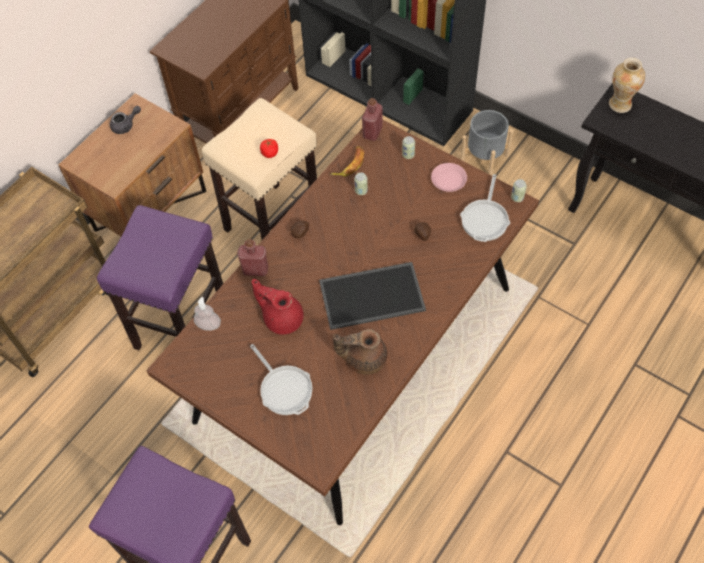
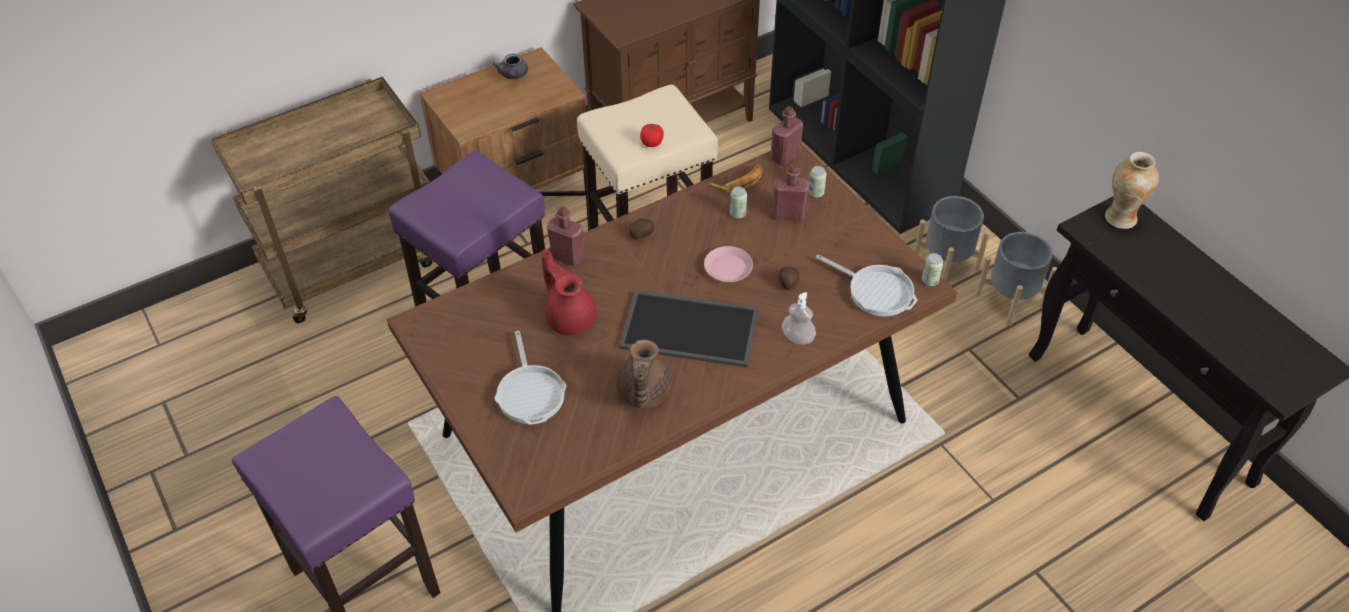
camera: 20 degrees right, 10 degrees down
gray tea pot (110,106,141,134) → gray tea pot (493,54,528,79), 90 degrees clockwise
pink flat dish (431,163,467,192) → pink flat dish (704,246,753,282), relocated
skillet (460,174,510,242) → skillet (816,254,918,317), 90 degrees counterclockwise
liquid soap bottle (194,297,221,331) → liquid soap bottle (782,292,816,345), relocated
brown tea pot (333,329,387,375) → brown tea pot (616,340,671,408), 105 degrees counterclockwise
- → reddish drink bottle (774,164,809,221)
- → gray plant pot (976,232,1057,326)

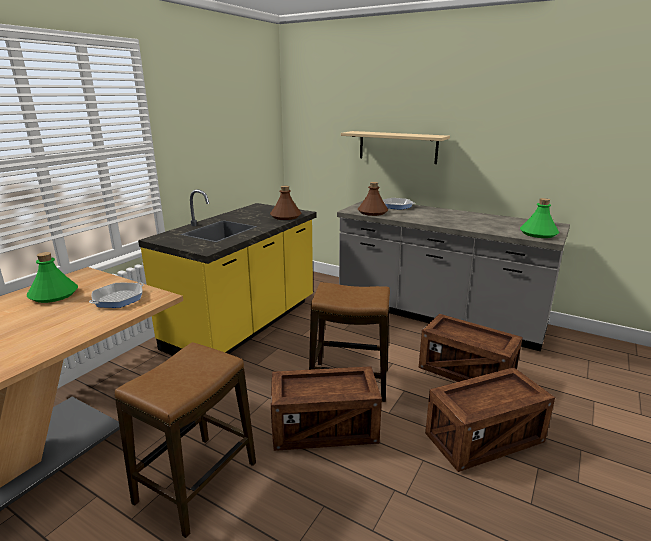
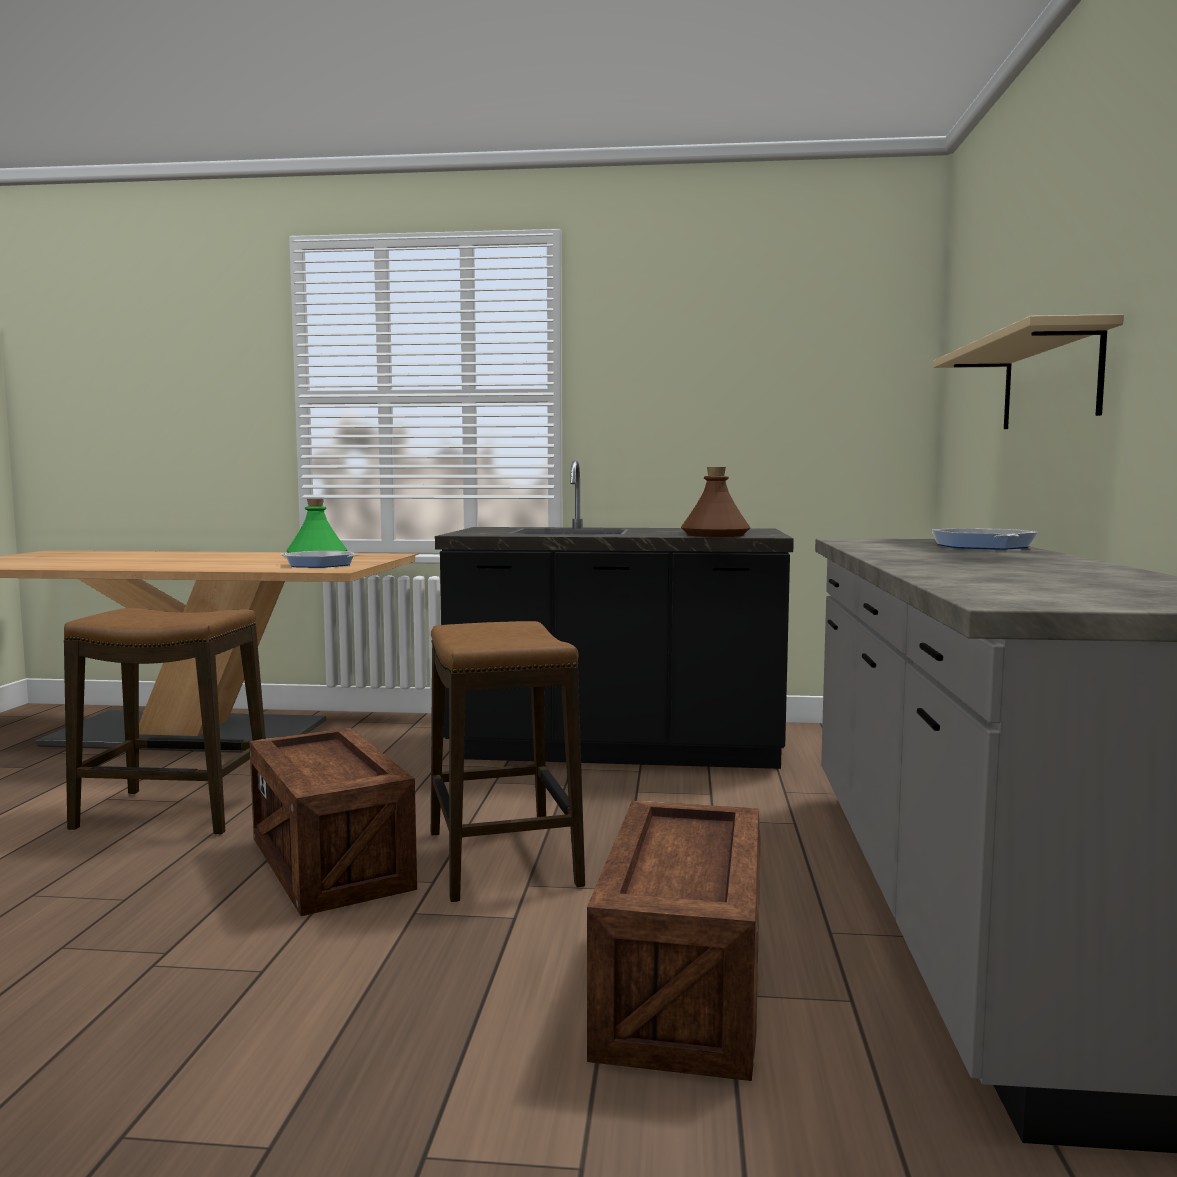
camera: 65 degrees right, 15 degrees down
brown drink bottle (358,182,388,216) → -
yellow-coloured kitchen counter (138,189,317,356) → blackish kitchen counter (435,460,794,769)
green drink bottle (520,198,559,238) → -
shipping crate (425,367,555,472) → -

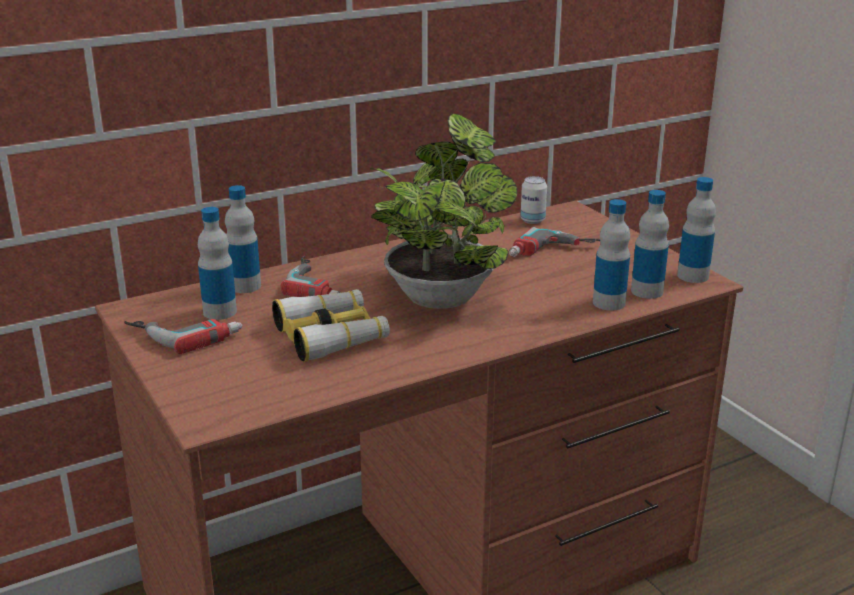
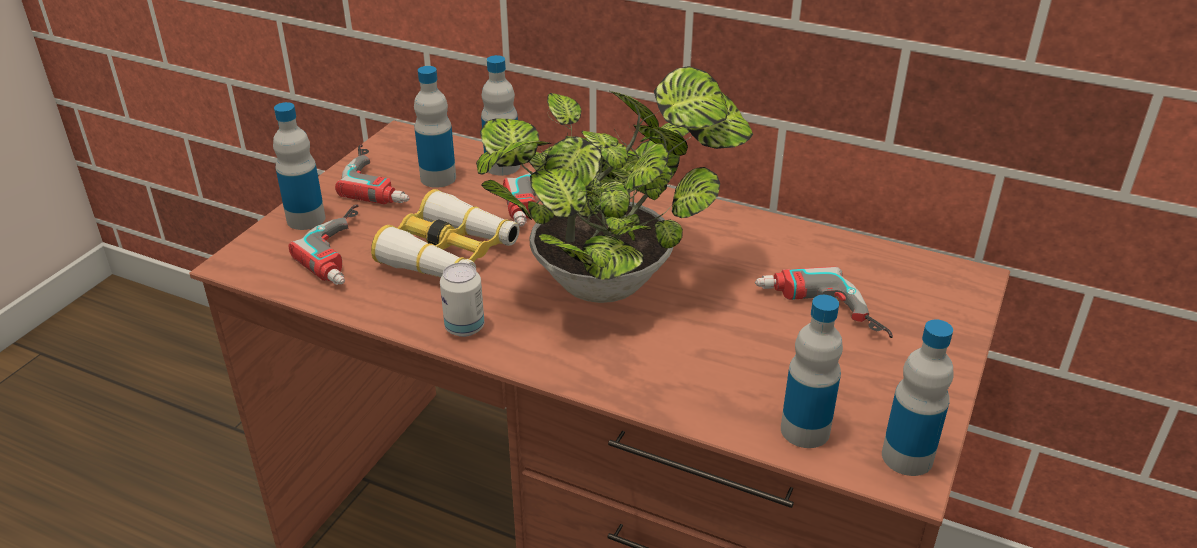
camera: 55 degrees right, 10 degrees up
metal can (520,176,547,224) → metal can (440,263,484,337), relocated
drink bottle (593,199,630,310) → drink bottle (273,102,325,230), relocated
- → electric drill (289,204,359,285)

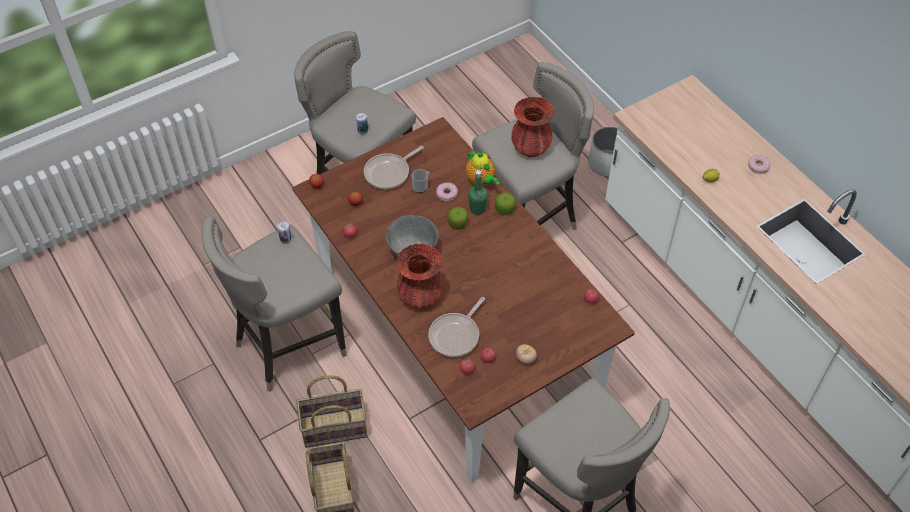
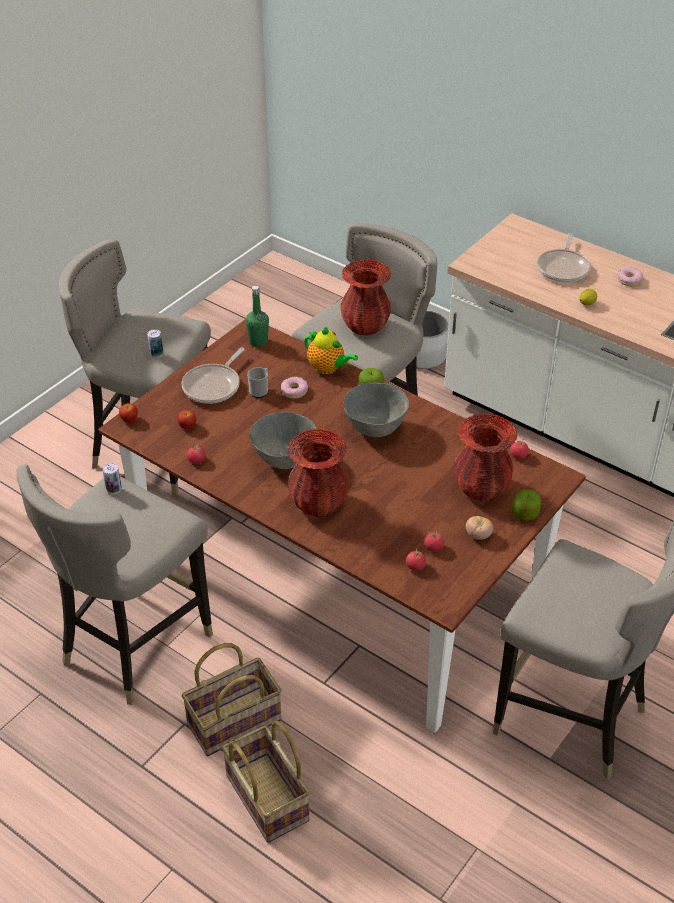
camera: 20 degrees left, 10 degrees down
green drink bottle (468,170,488,215) → green drink bottle (246,286,269,347), relocated
whole apple (447,207,468,230) → whole apple (512,489,541,521), relocated
skillet (428,297,485,357) → skillet (537,233,590,283), relocated
- → gray serving bowl (344,383,409,437)
- → reddish decorative vase (453,413,517,501)

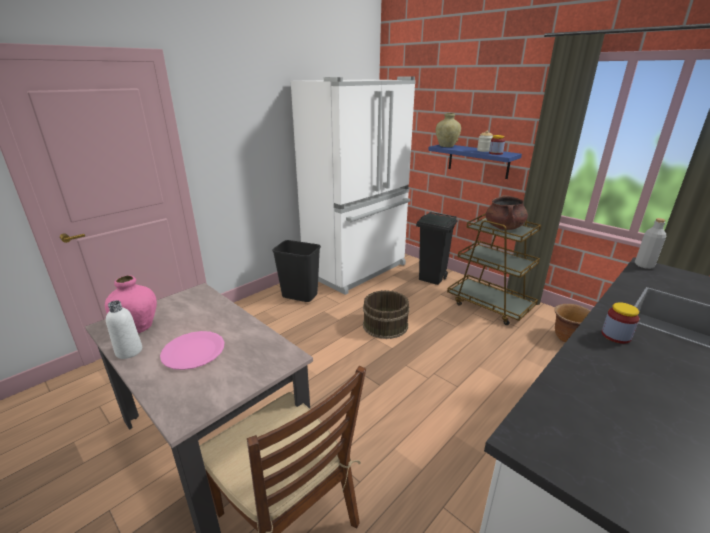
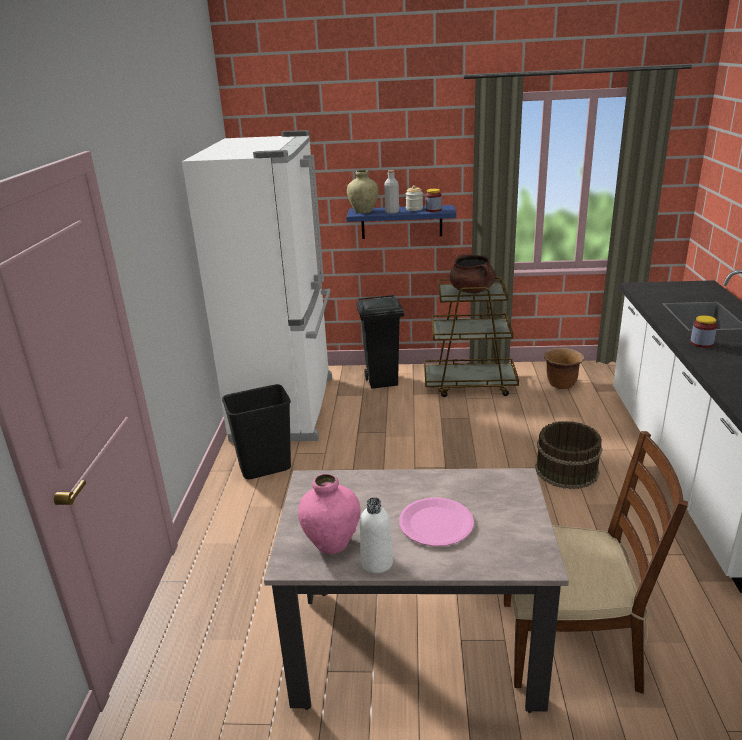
camera: 40 degrees left, 0 degrees up
gray drink bottle (635,218,666,269) → gray drink bottle (384,170,399,214), relocated
brown bucket (363,290,409,339) → brown bucket (535,421,603,489), relocated

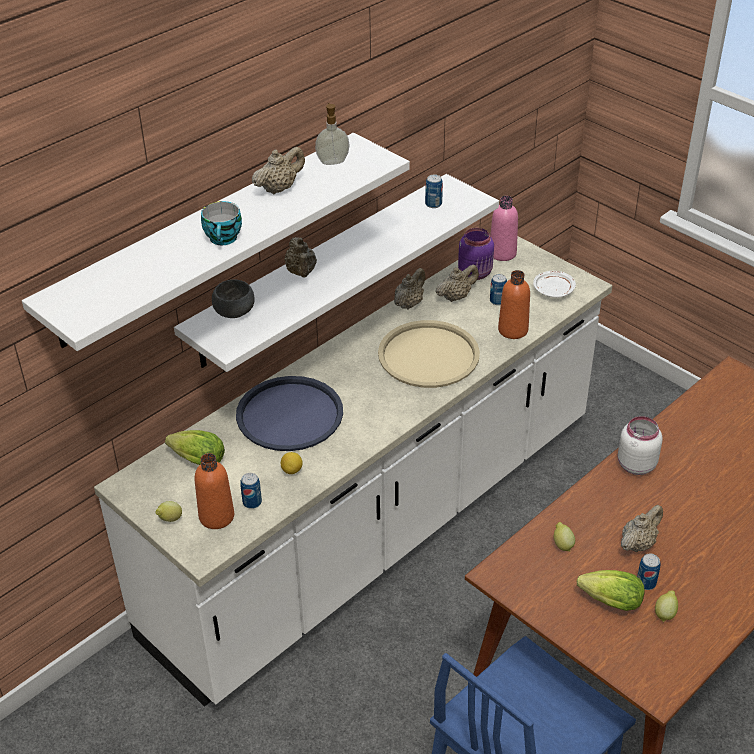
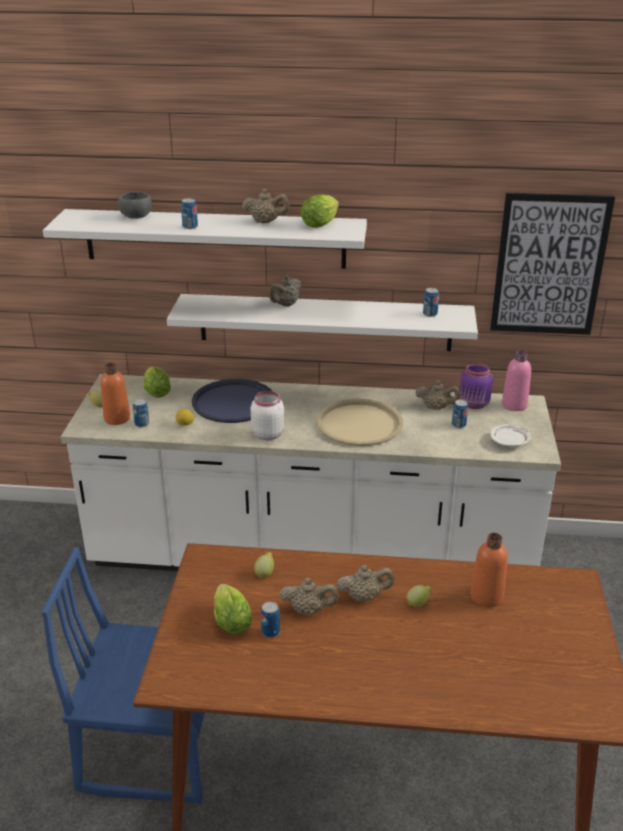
camera: 50 degrees right, 10 degrees down
liquid soap bottle (315,103,349,165) → head of lettuce (300,194,339,228)
drinking cup (201,201,242,245) → metal can (181,198,198,229)
beige tea pot (394,268,425,310) → beige tea pot (337,565,394,601), relocated
orangey drink bottle (498,270,530,339) → orangey drink bottle (470,533,508,607), relocated
gray serving bowl (212,279,255,318) → gray serving bowl (118,192,152,219), relocated
whitish storage jar (618,416,663,475) → whitish storage jar (251,391,284,440), relocated
lemon (655,591,678,622) → lemon (407,585,432,607), relocated
- → picture (490,192,615,335)

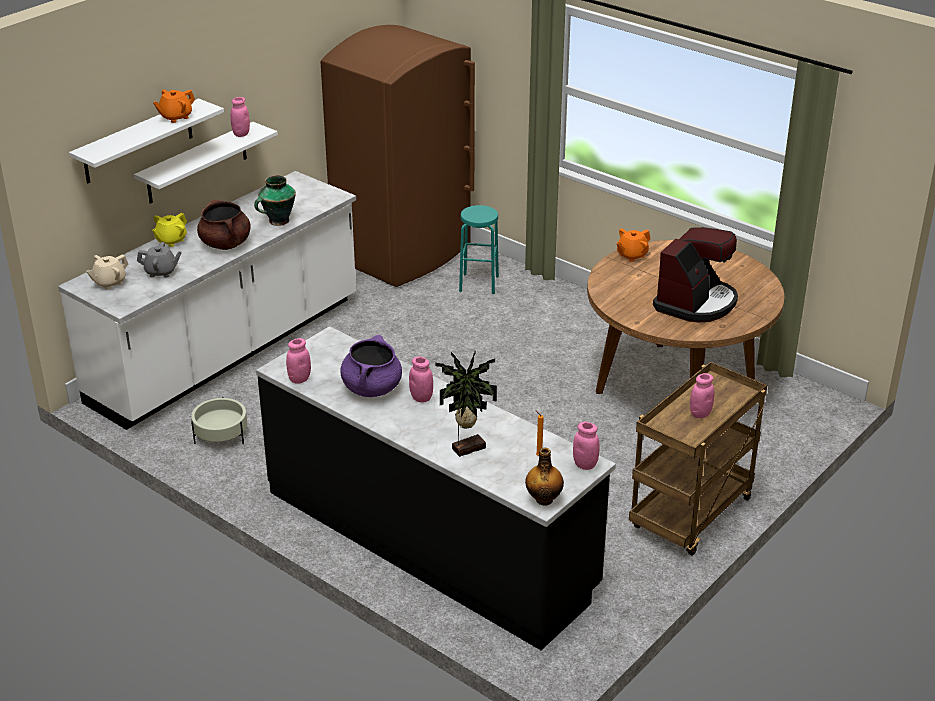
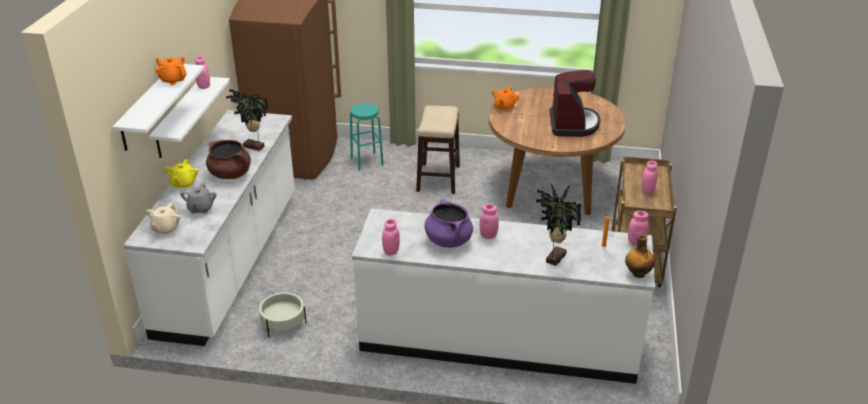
camera: 30 degrees left, 0 degrees up
orangey tea pot (153,90,195,123) → orangey tea pot (155,56,187,85), 105 degrees clockwise
decorative vase (254,175,296,226) → potted plant (226,89,268,151)
gray tea pot (137,242,182,277) → gray tea pot (180,183,217,214), 120 degrees clockwise
blackish kitchen counter (256,326,616,650) → whitish kitchen counter (352,208,655,384)
- → sitting stool (416,105,460,194)

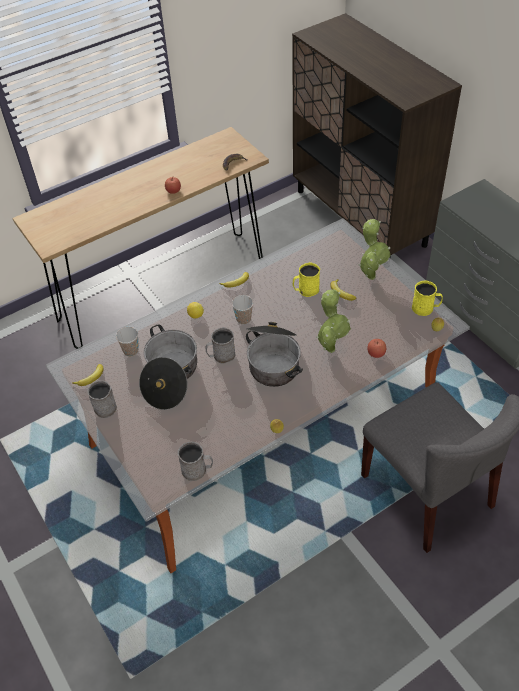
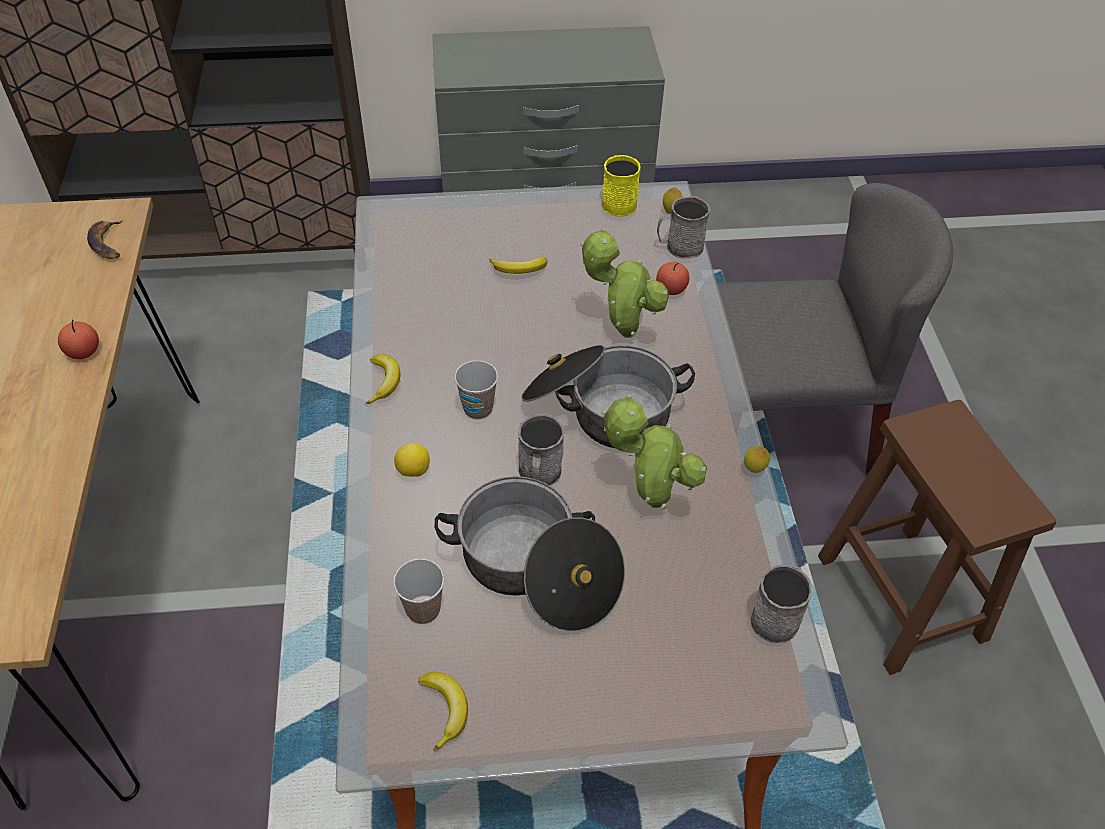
camera: 65 degrees left, 0 degrees up
potted plant (359,219,391,280) → potted plant (601,394,707,509), relocated
yellow-coloured mug (293,262,320,297) → -
gray mug (87,380,117,418) → gray mug (657,196,711,258), relocated
- → brown sitting stool (818,400,1056,675)

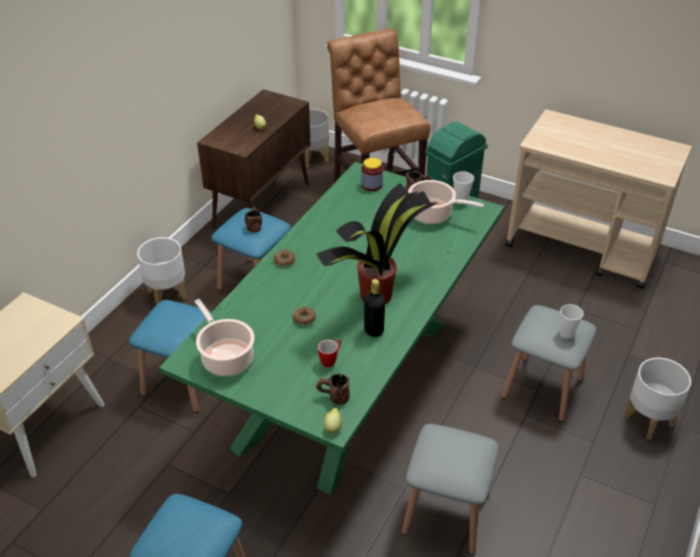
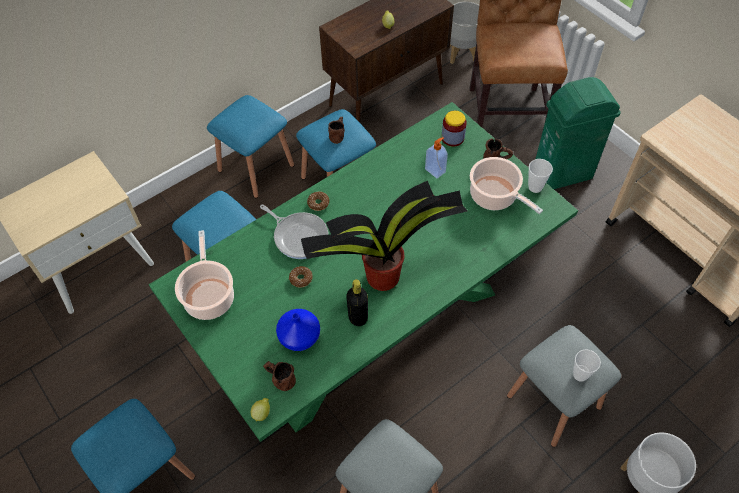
camera: 25 degrees right, 15 degrees up
whitish plant pot (137,237,187,305) → blue-coloured sitting stool (207,95,294,198)
mug (318,340,341,367) → blue-coloured decorative vase (276,309,320,351)
- → liquid soap bottle (425,137,448,178)
- → skillet (260,205,328,259)

